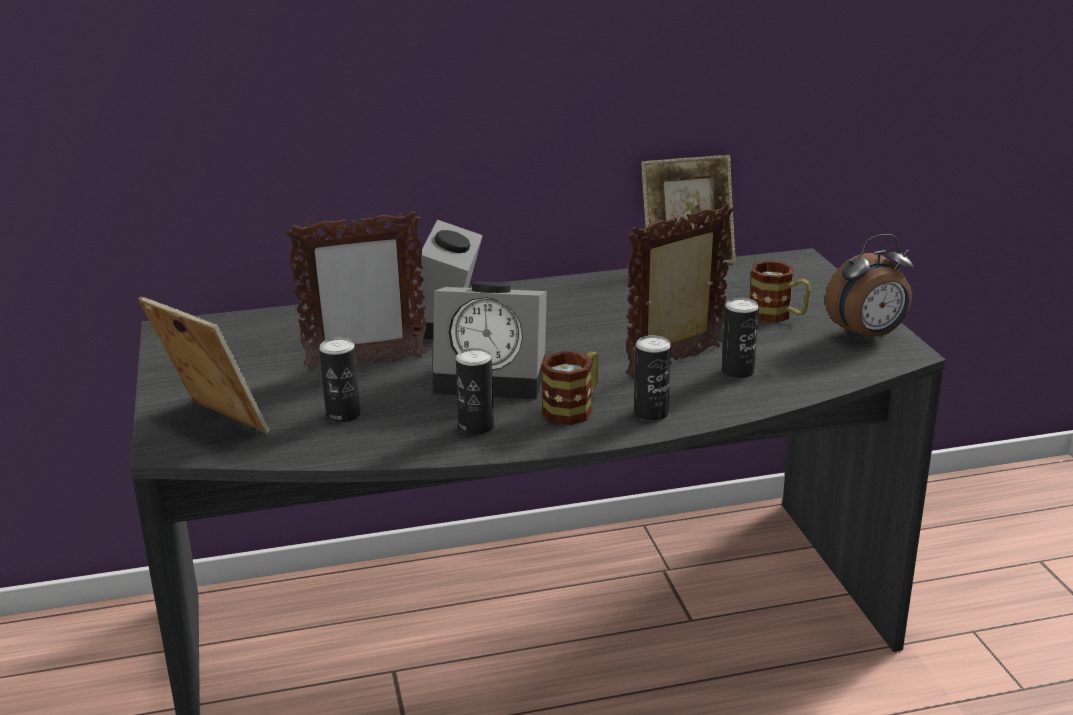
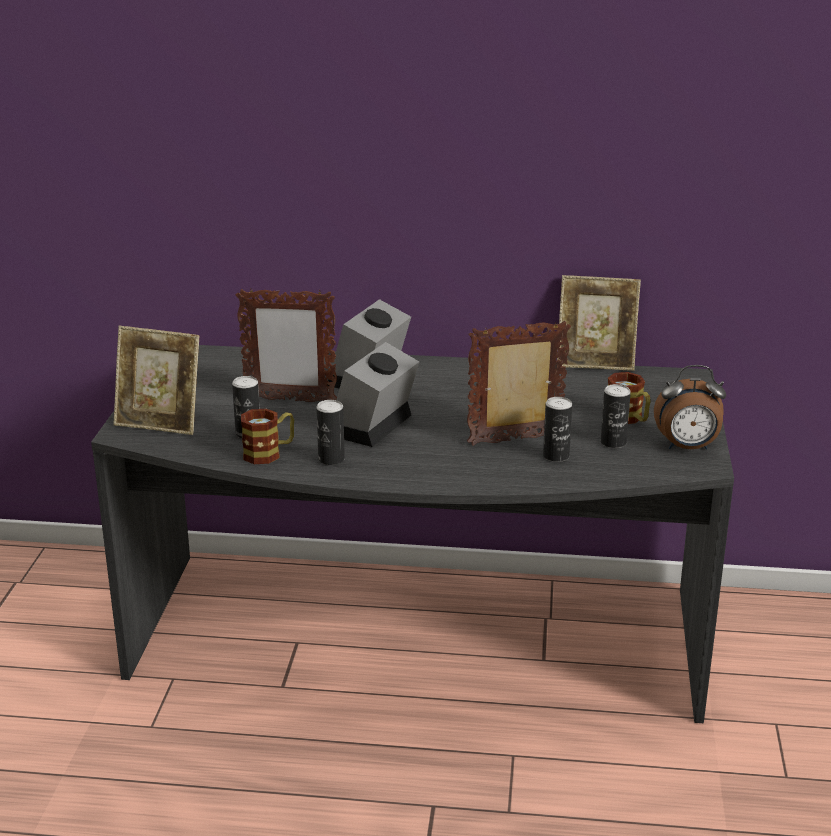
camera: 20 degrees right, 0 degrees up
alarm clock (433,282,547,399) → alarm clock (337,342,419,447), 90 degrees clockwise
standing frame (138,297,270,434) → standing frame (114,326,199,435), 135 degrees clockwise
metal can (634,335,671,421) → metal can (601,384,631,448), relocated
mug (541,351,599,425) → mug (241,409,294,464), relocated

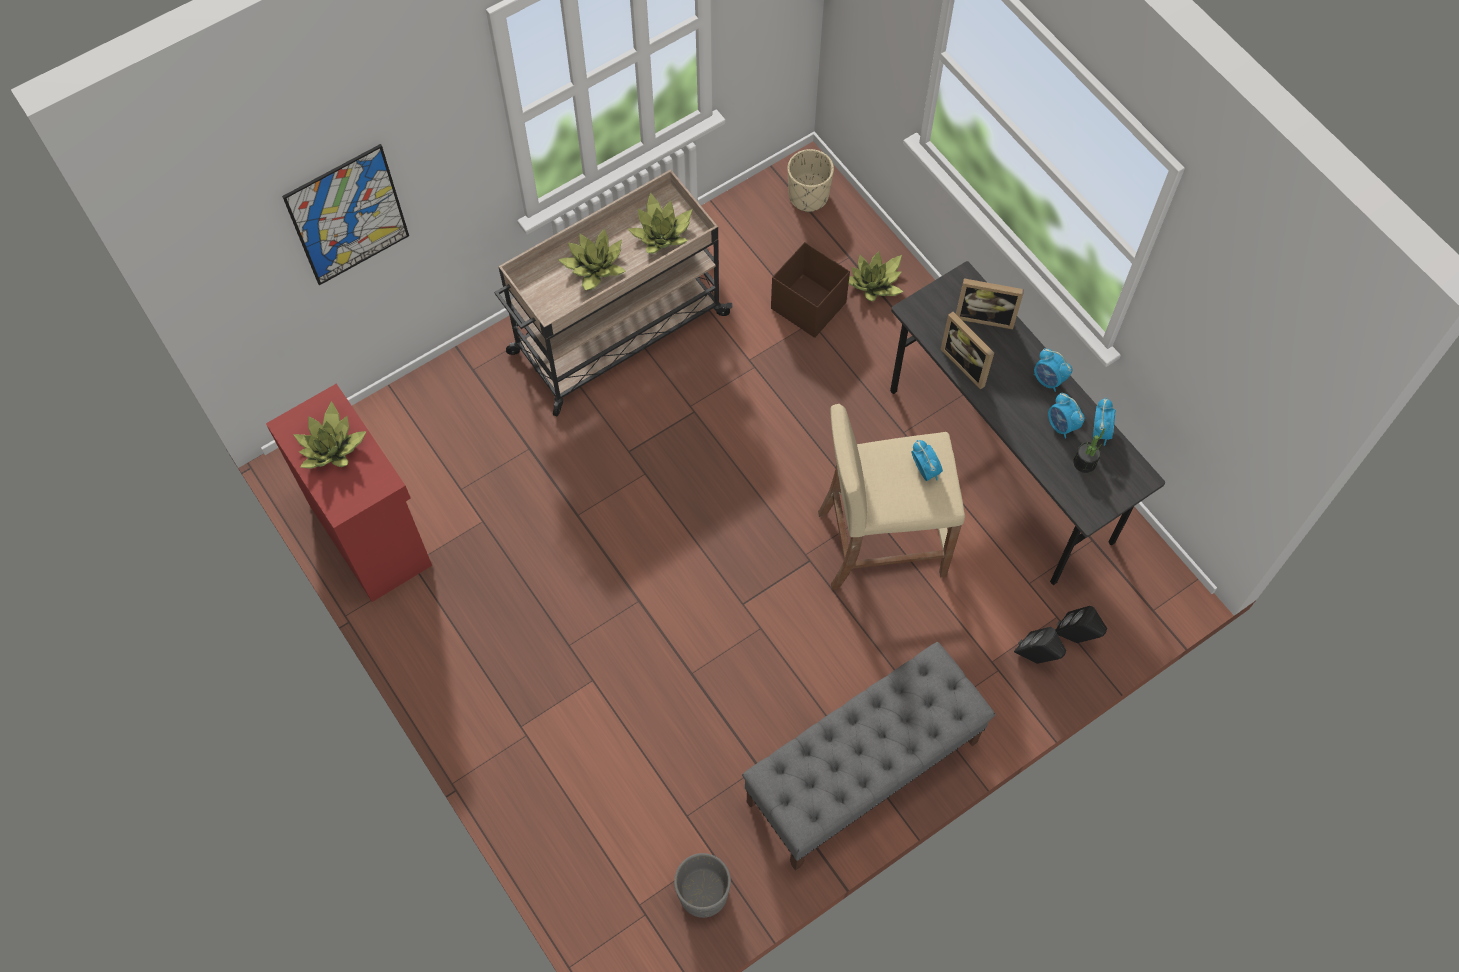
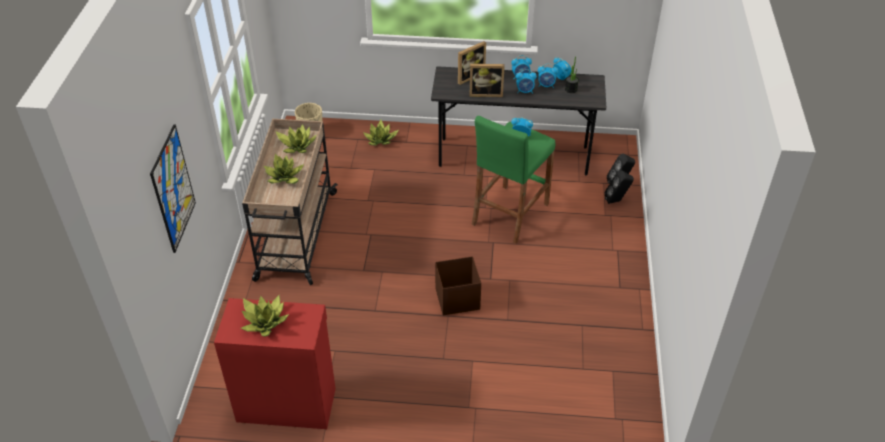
camera: 50 degrees left, 20 degrees down
brown storage bin (771,242,850,338) → brown storage bin (435,256,481,315), relocated
beige sitting stool (818,404,965,589) → green sitting stool (472,116,555,244)
gray bench (742,642,995,871) → -
gray plant pot (674,853,731,918) → -
- → alarm clock (516,69,537,94)

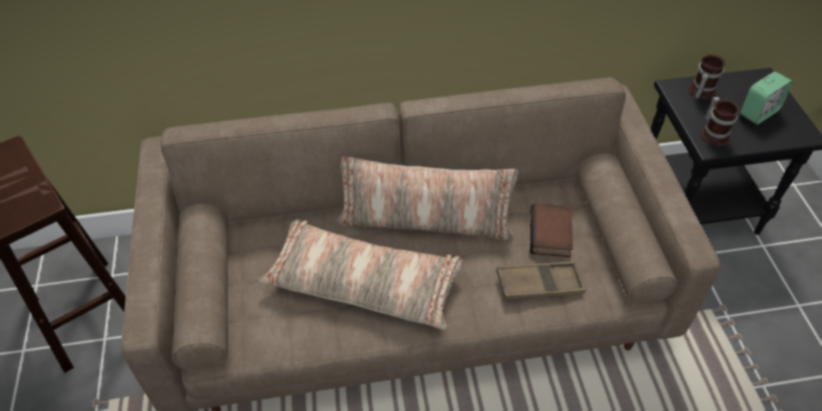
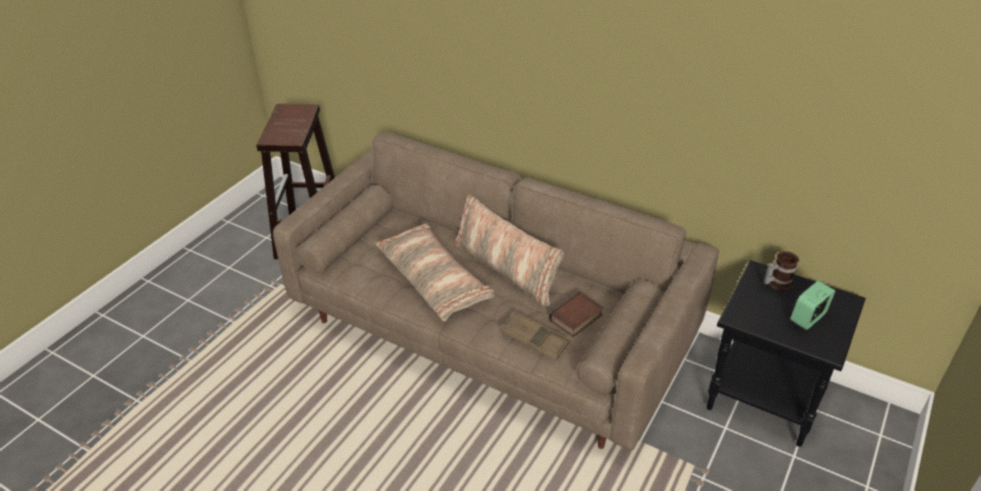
camera: 40 degrees right, 10 degrees down
alarm clock (740,72,793,125) → alarm clock (790,280,835,330), 135 degrees clockwise
mug (700,97,740,146) → -

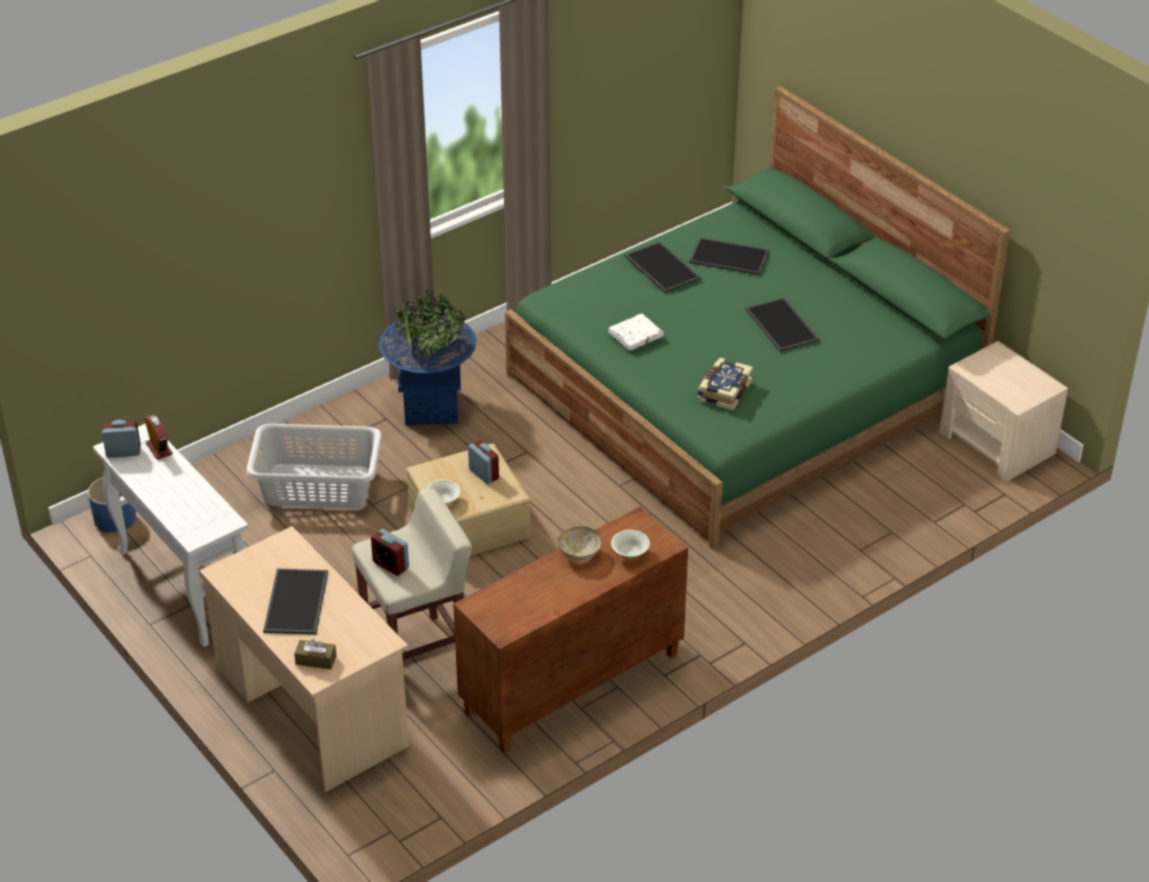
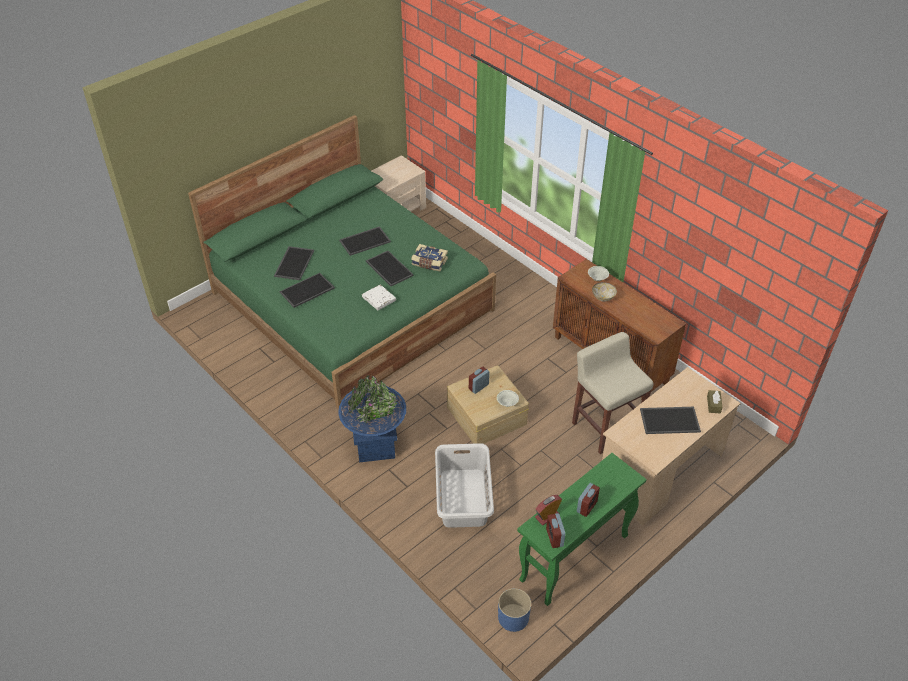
camera: 95 degrees left, 5 degrees up
whitish console table (93,423,248,647) → green console table (517,453,647,606)
alarm clock (371,529,409,576) → alarm clock (577,483,600,517), relocated
- → carrying tray (366,251,414,286)

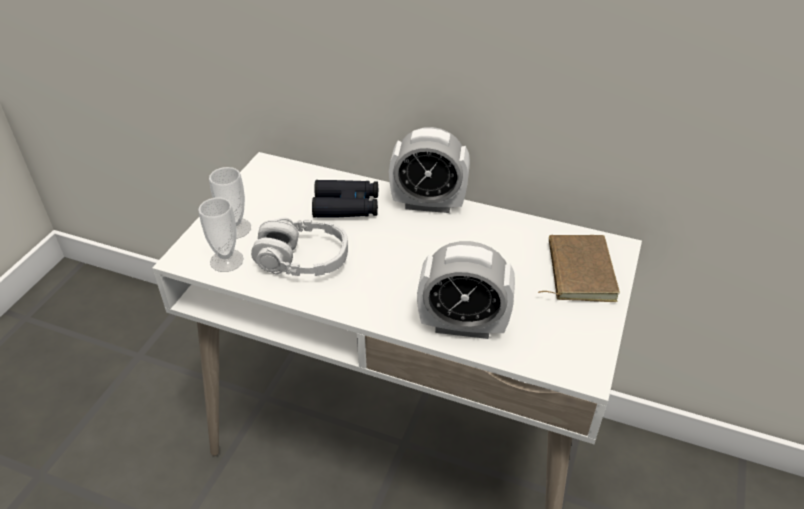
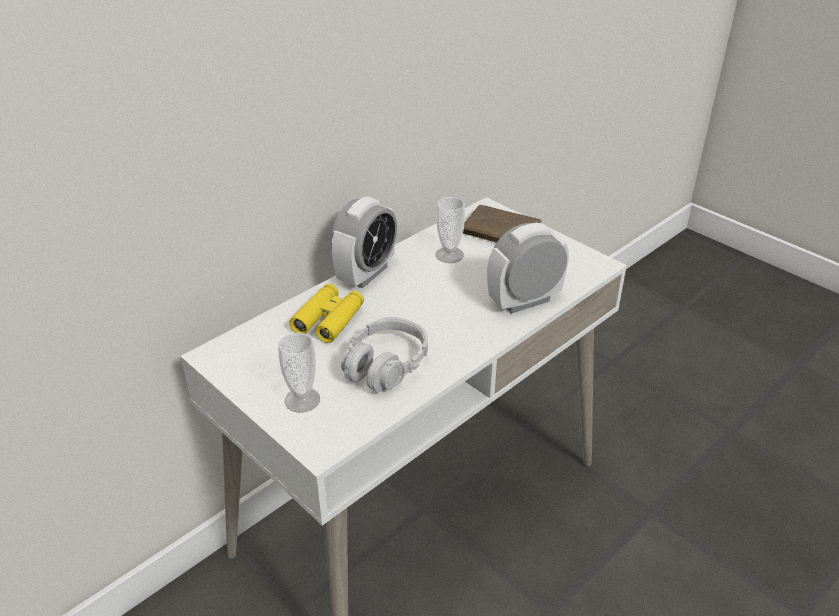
camera: 65 degrees left, 5 degrees down
blackish binoculars (312,180,379,218) → yellow-coloured binoculars (289,284,364,343)
drinking cup (198,198,244,272) → drinking cup (436,197,465,263), relocated
alarm clock (417,241,515,339) → alarm clock (487,223,569,314), 150 degrees counterclockwise

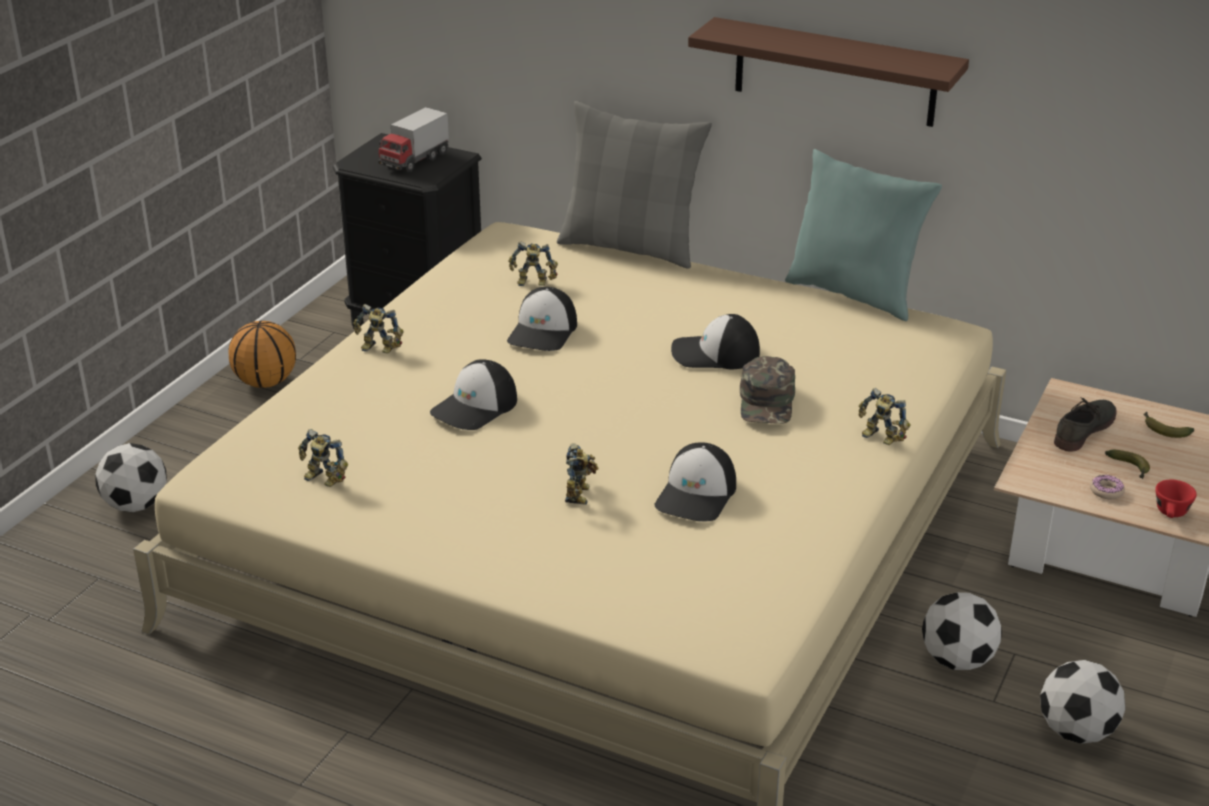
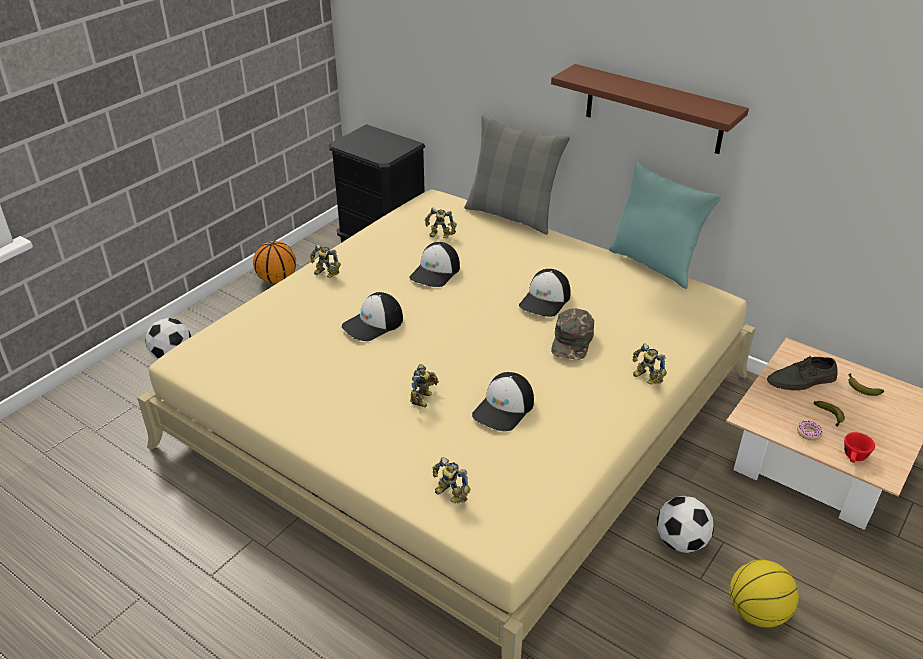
camera: 10 degrees right, 5 degrees up
toy lorry (378,107,449,172) → -
cap (671,314,760,369) → cap (519,269,571,317), 75 degrees counterclockwise
gray low shoe (1054,397,1117,452) → gray low shoe (767,356,837,391), 150 degrees counterclockwise
model robot (298,429,348,487) → model robot (432,457,471,503), relocated
ball for football (1040,660,1126,744) → basketball ball (730,560,799,627)

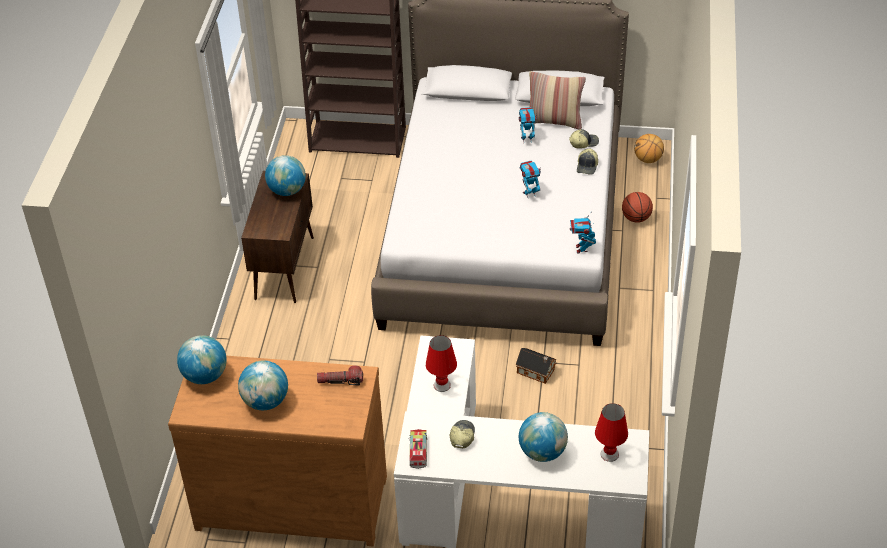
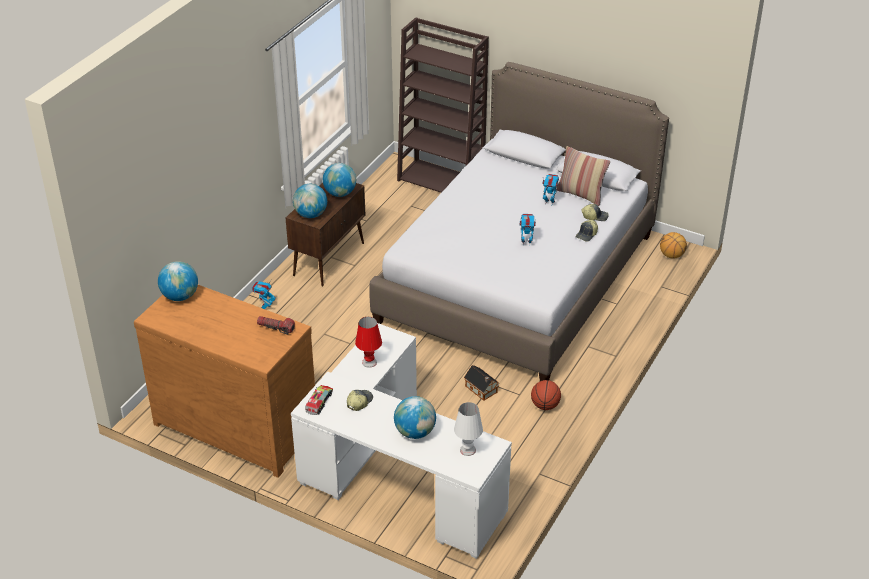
camera: 20 degrees right, 5 degrees down
basketball ball (622,192,653,223) → basketball ball (531,380,561,410), relocated
model robot (570,214,596,253) → model robot (252,279,276,310), relocated
globe (238,360,288,410) → globe (293,184,327,218), relocated
reddish lamp for a table (595,403,628,462) → whitish lamp for a table (454,402,483,456)

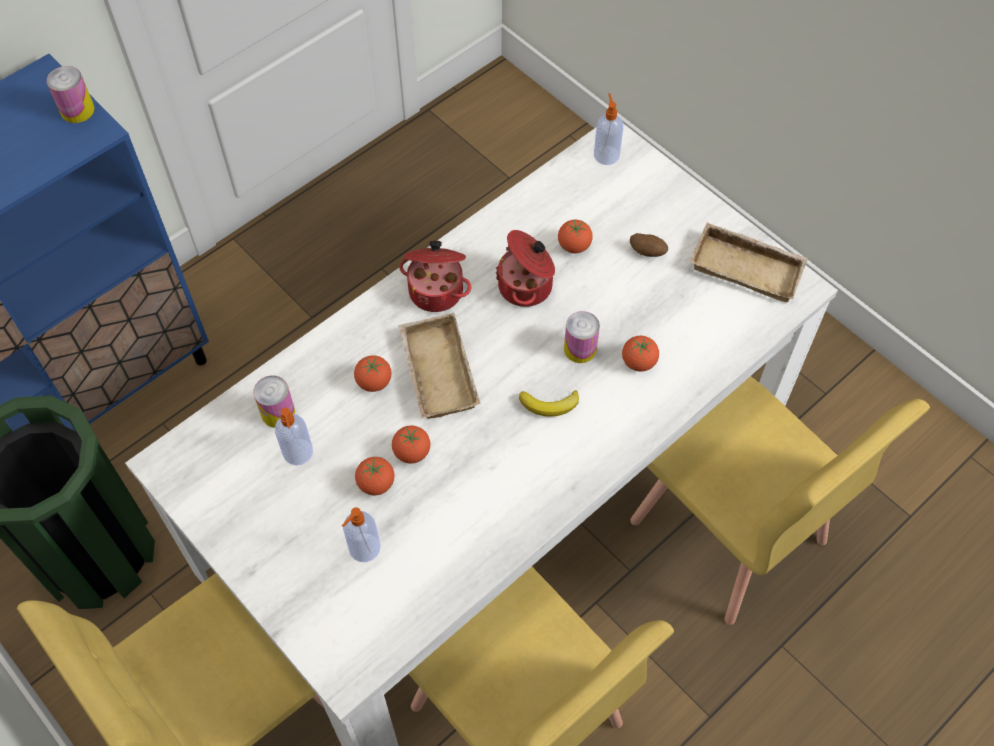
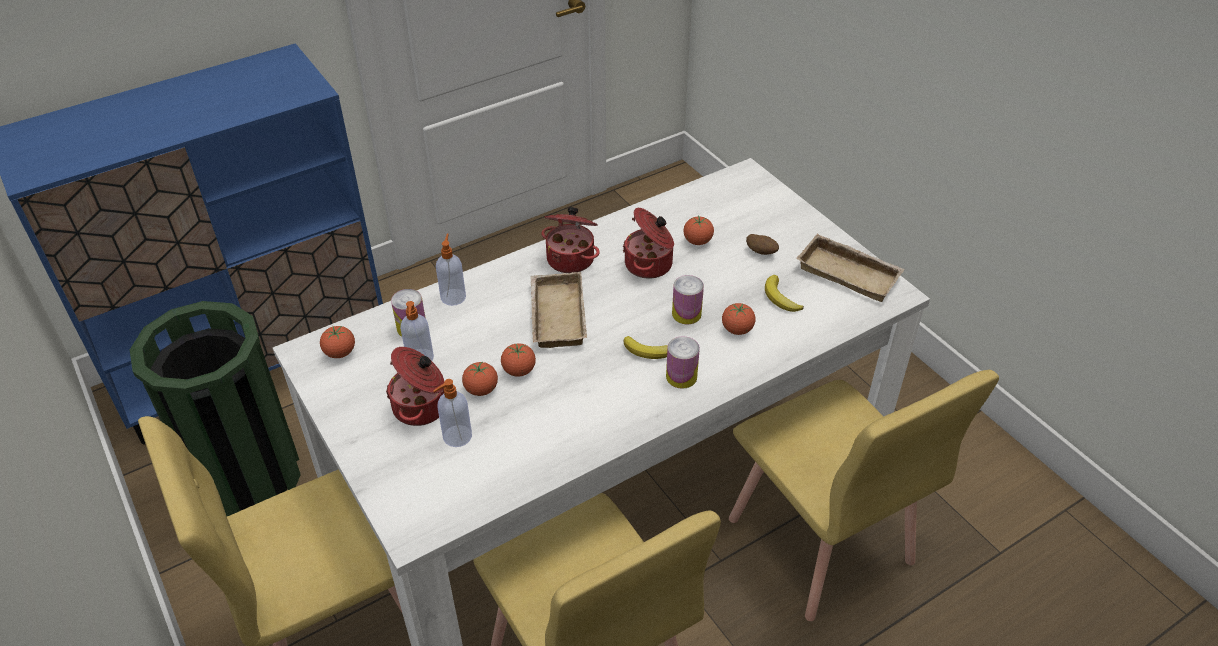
camera: 10 degrees right, 15 degrees down
metal can (46,66,95,123) → metal can (666,336,700,389), relocated
liquid soap bottle (594,93,623,165) → liquid soap bottle (436,234,466,306), relocated
tomato (354,355,392,392) → tomato (320,325,355,358), relocated
- → banana fruit (765,275,804,312)
- → cooking pot (386,347,444,426)

